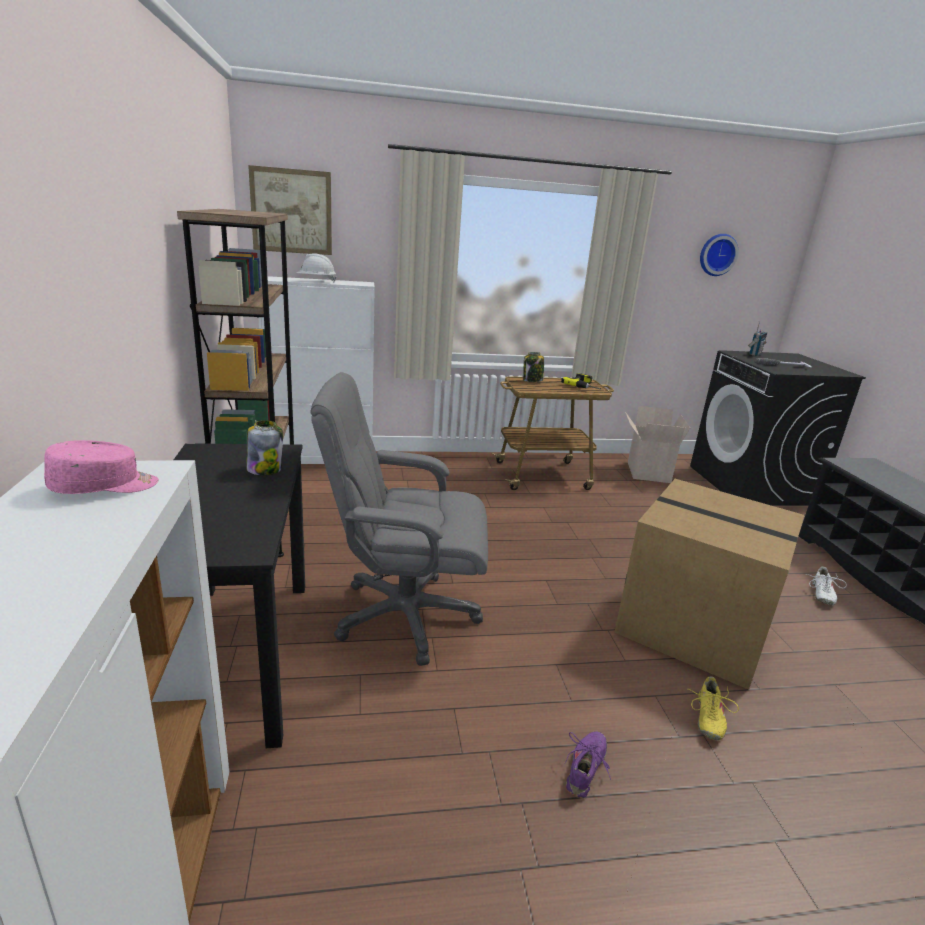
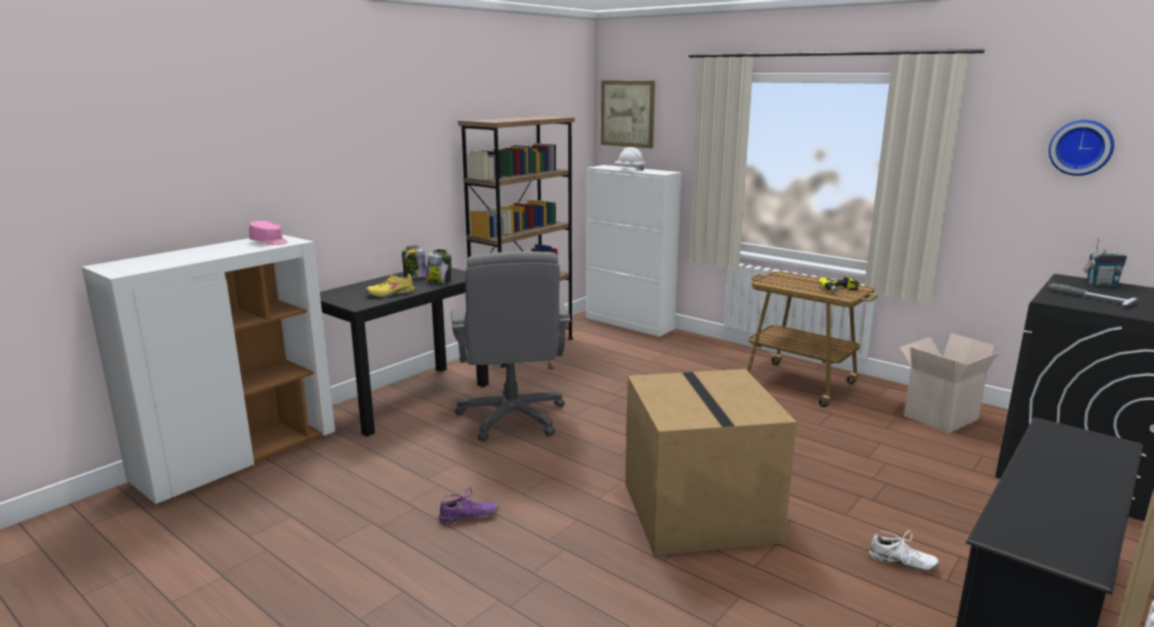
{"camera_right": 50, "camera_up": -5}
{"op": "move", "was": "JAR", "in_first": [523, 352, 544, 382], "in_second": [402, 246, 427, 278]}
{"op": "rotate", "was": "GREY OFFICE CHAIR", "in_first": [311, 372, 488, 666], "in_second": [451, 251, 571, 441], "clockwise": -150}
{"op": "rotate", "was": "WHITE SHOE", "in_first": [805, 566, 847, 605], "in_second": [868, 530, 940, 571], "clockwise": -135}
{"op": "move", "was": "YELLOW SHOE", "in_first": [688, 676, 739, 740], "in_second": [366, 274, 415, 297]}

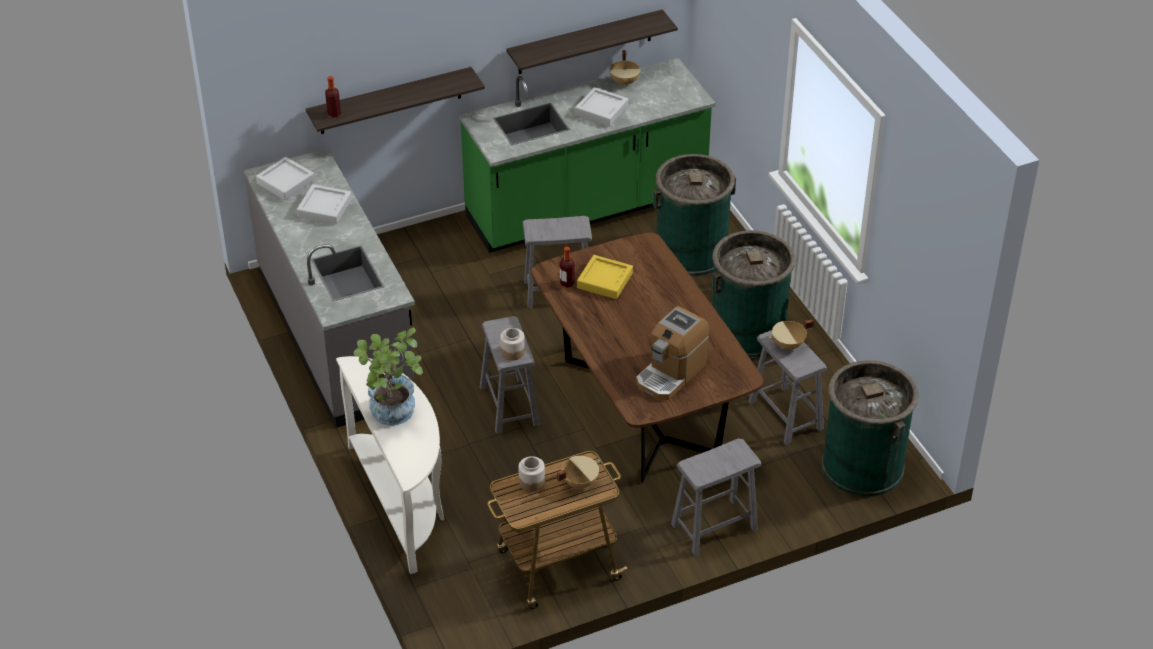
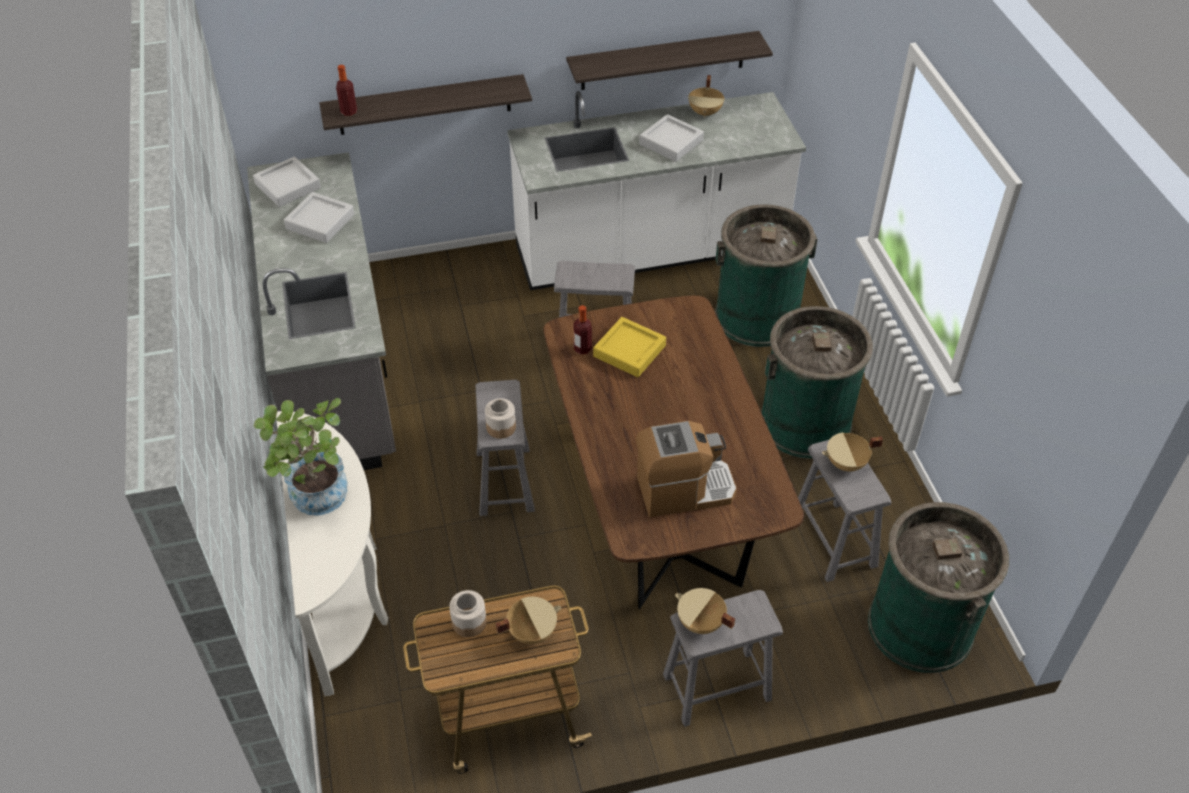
{"camera_right": 10, "camera_up": 5}
{"op": "recolor", "was": "GREEN COUNTER", "now": "WHITE COUNTER", "in_first": [459, 58, 716, 253], "in_second": [507, 91, 806, 290]}
{"op": "rotate", "was": "COFFEE MACHINE", "in_first": [636, 306, 710, 400], "in_second": [636, 421, 737, 517], "clockwise": -150}
{"op": "insert", "now": "BEIGE COOKING POT", "in_second": [675, 588, 735, 634]}

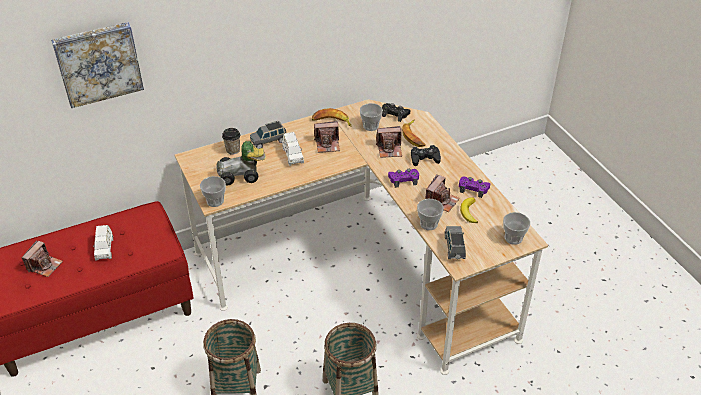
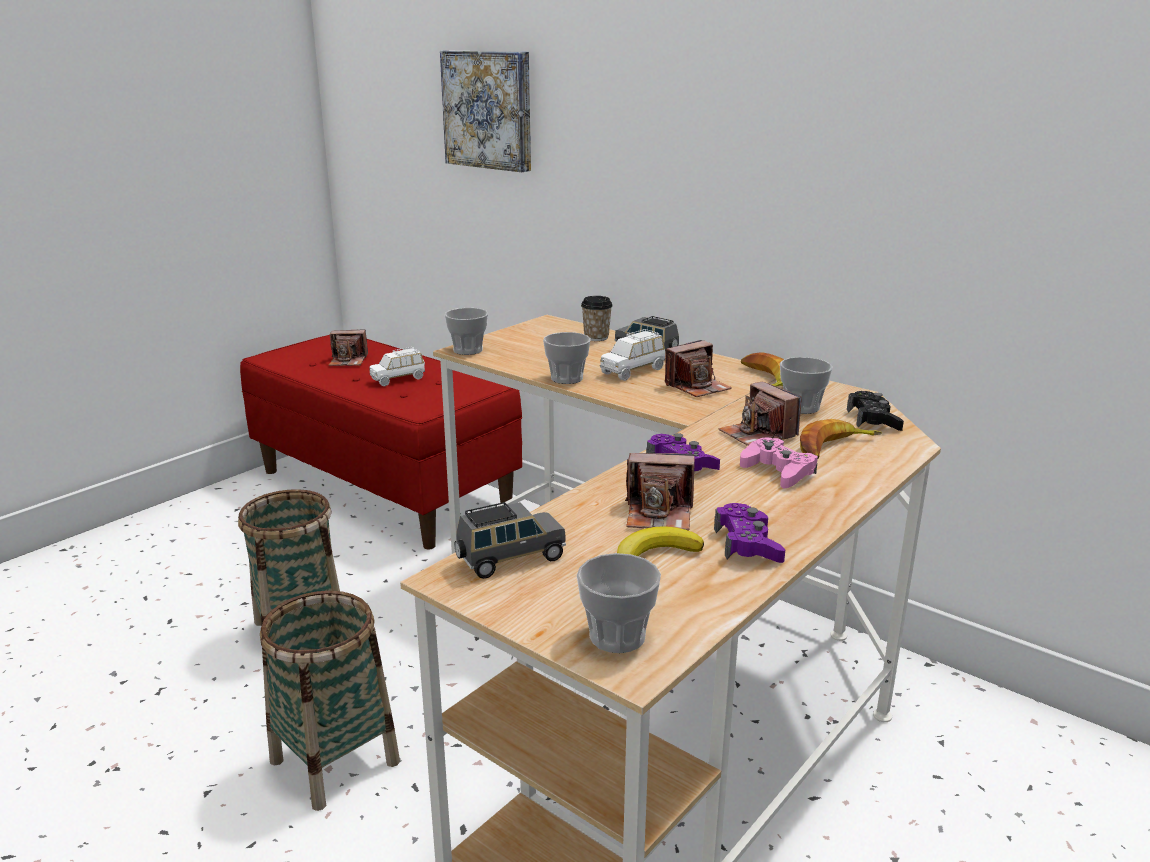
{"camera_right": 65, "camera_up": -20}
{"op": "rotate", "was": "PHOTO CAMERA", "in_first": [314, 121, 340, 153], "in_second": [665, 340, 732, 397], "clockwise": -90}
{"op": "delete", "was": "TOY CAR", "in_first": [216, 141, 266, 185]}
{"op": "recolor", "was": "BLACK GAME CONTROLLER", "now": "PINK GAME CONTROLLER", "in_first": [411, 145, 441, 166], "in_second": [740, 437, 818, 488]}
{"op": "move", "was": "CUP", "in_first": [417, 199, 444, 230], "in_second": [543, 332, 591, 384]}

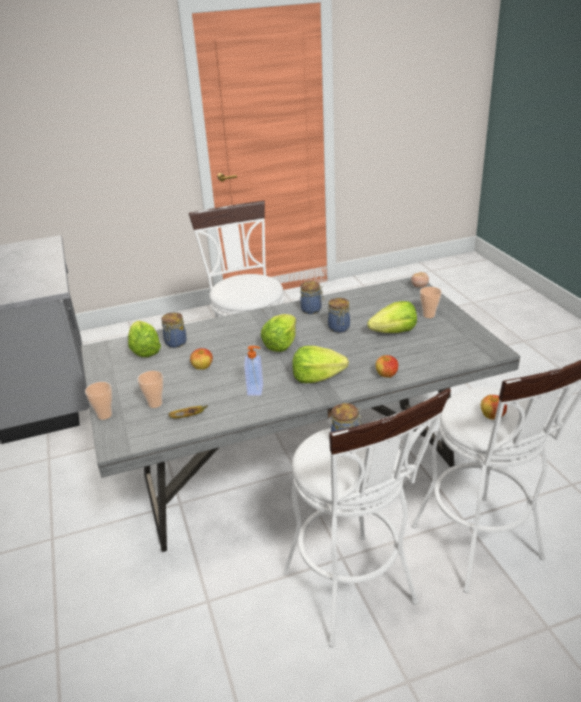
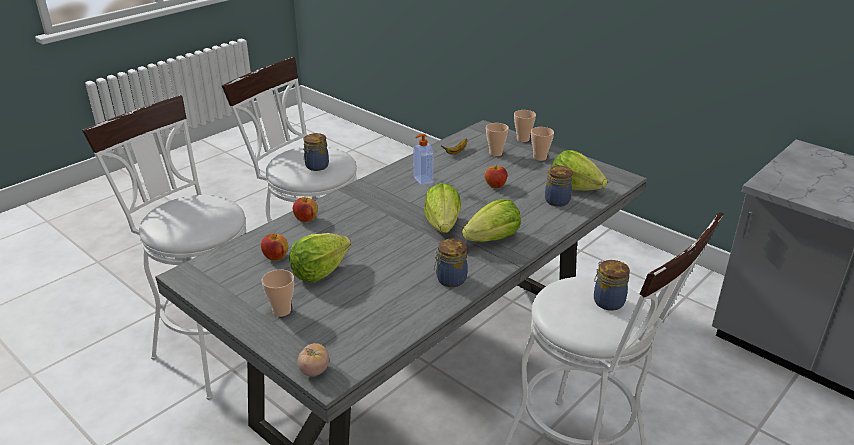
{"camera_right": 150, "camera_up": 0}
{"op": "move", "was": "JAR", "in_first": [328, 298, 350, 333], "in_second": [594, 260, 630, 311]}
{"op": "move", "was": "LETTUCE", "in_first": [292, 346, 349, 383], "in_second": [462, 199, 521, 242]}
{"op": "move", "was": "APPLE", "in_first": [481, 395, 507, 419], "in_second": [261, 234, 288, 261]}
{"op": "insert", "now": "CUP", "in_second": [531, 127, 554, 161]}

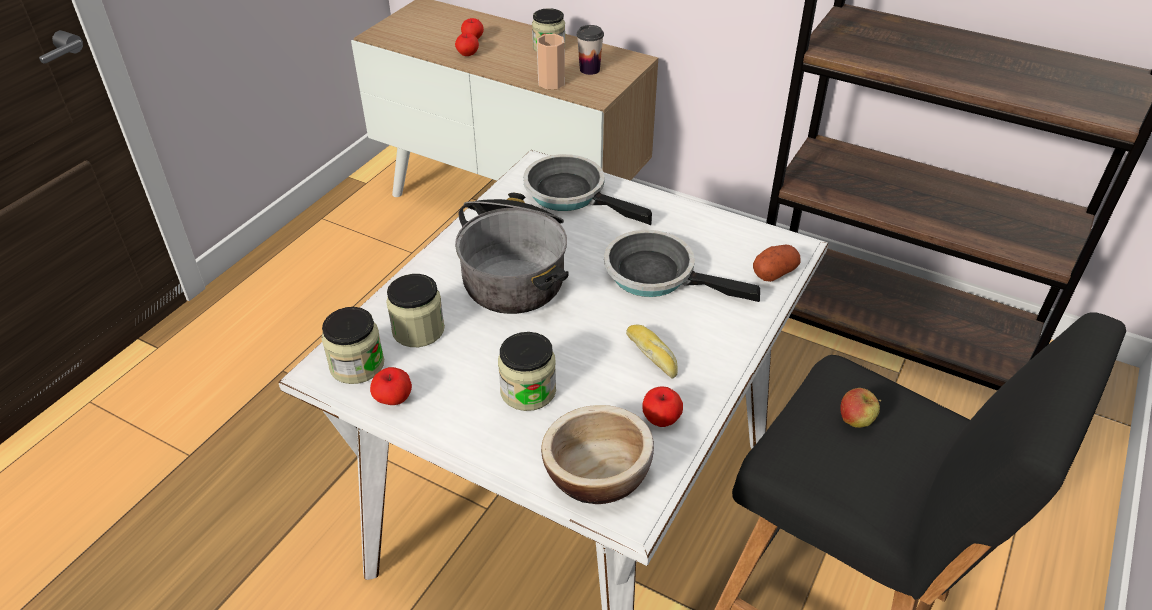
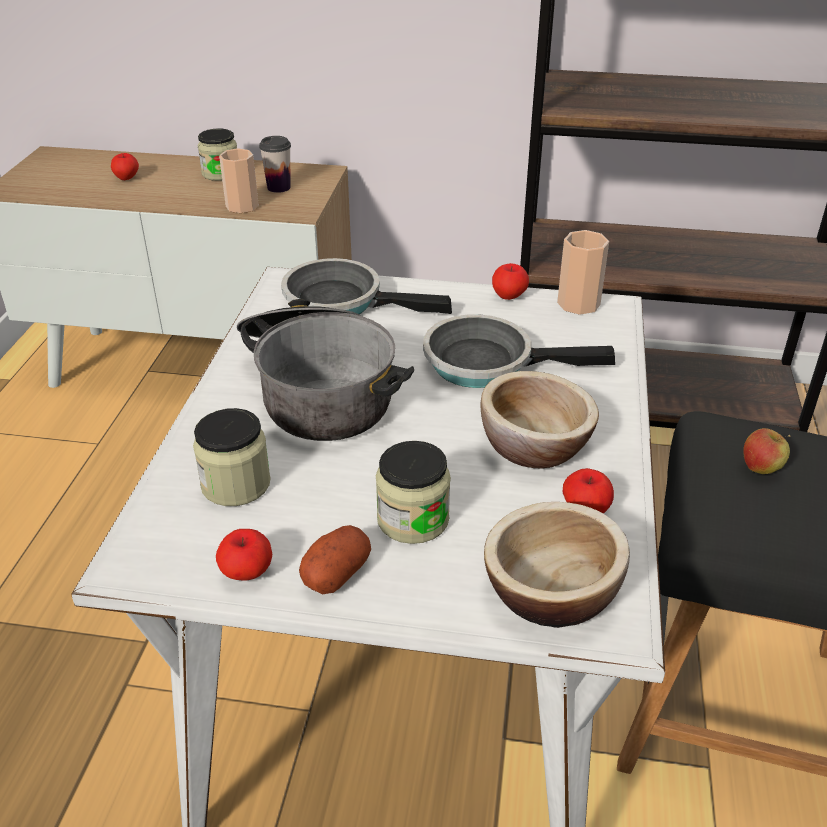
{"camera_right": -20, "camera_up": -5}
{"op": "move", "was": "APPLE", "in_first": [455, 33, 479, 56], "in_second": [492, 263, 529, 300]}
{"op": "move", "was": "POTATO", "in_first": [753, 245, 800, 282], "in_second": [299, 525, 371, 594]}
{"op": "delete", "was": "JAR", "in_first": [321, 307, 384, 384]}
{"op": "replace", "was": "BREAD", "now": "BOWL", "in_first": [626, 324, 677, 378], "in_second": [481, 371, 599, 468]}
{"op": "insert", "now": "CUP", "in_second": [557, 230, 609, 315]}

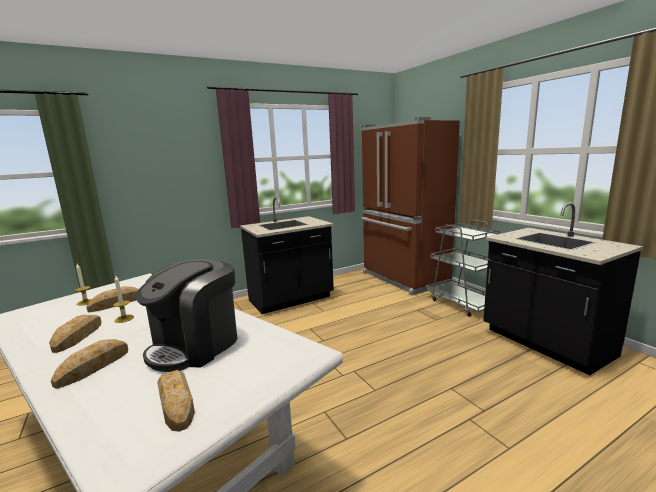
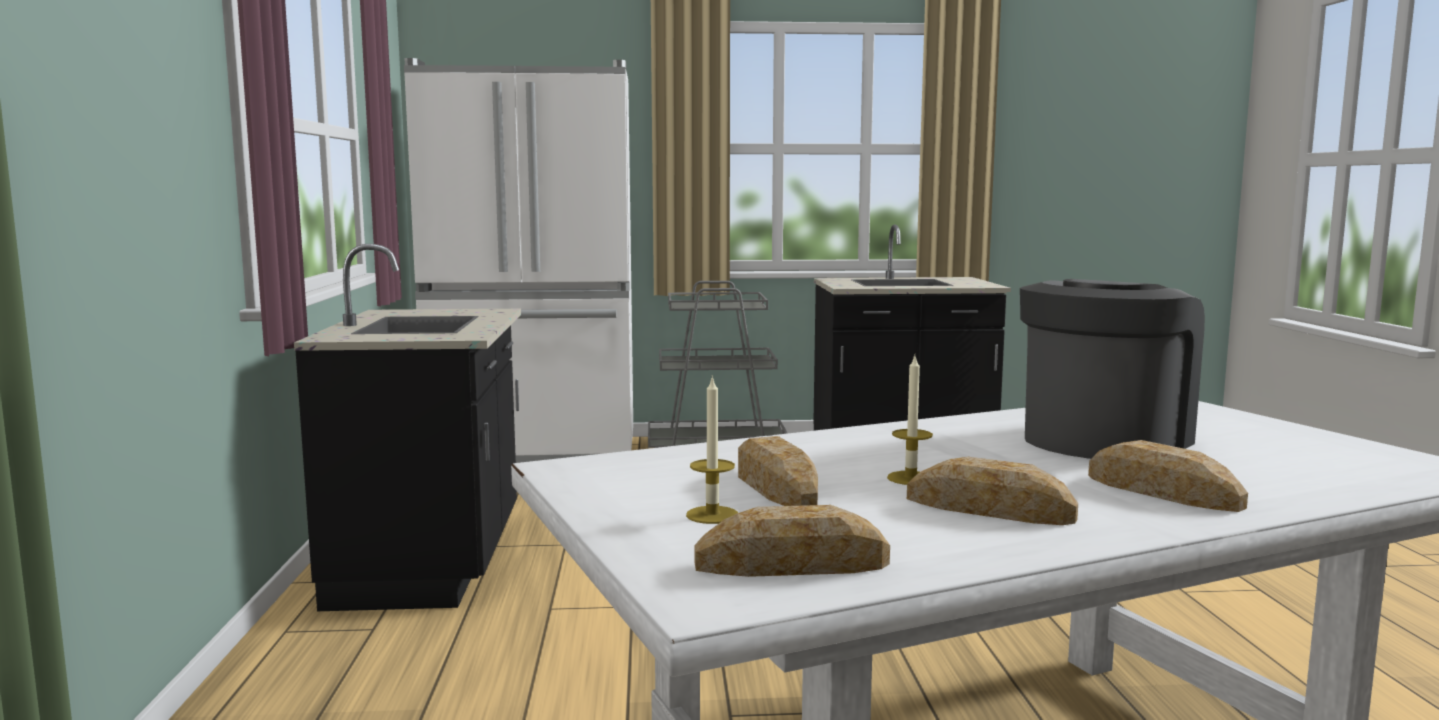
{"camera_right": -65, "camera_up": -5}
{"op": "recolor", "was": "BROWN FRIDGE", "now": "WHITE FRIDGE", "in_first": [361, 117, 460, 295], "in_second": [404, 58, 633, 463]}
{"op": "rotate", "was": "COFFEE MACHINE", "in_first": [135, 259, 237, 372], "in_second": [1020, 279, 1205, 459], "clockwise": -105}
{"op": "move", "was": "BREAD", "in_first": [157, 370, 195, 432], "in_second": [694, 505, 890, 577]}

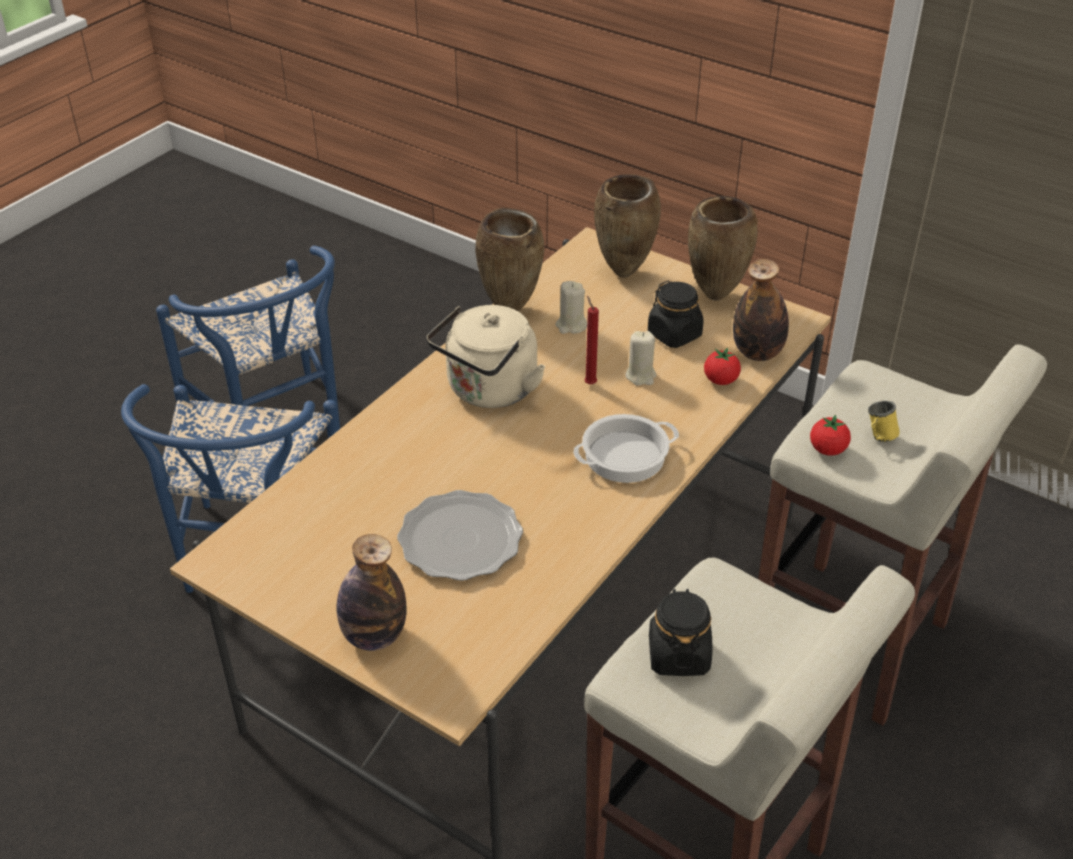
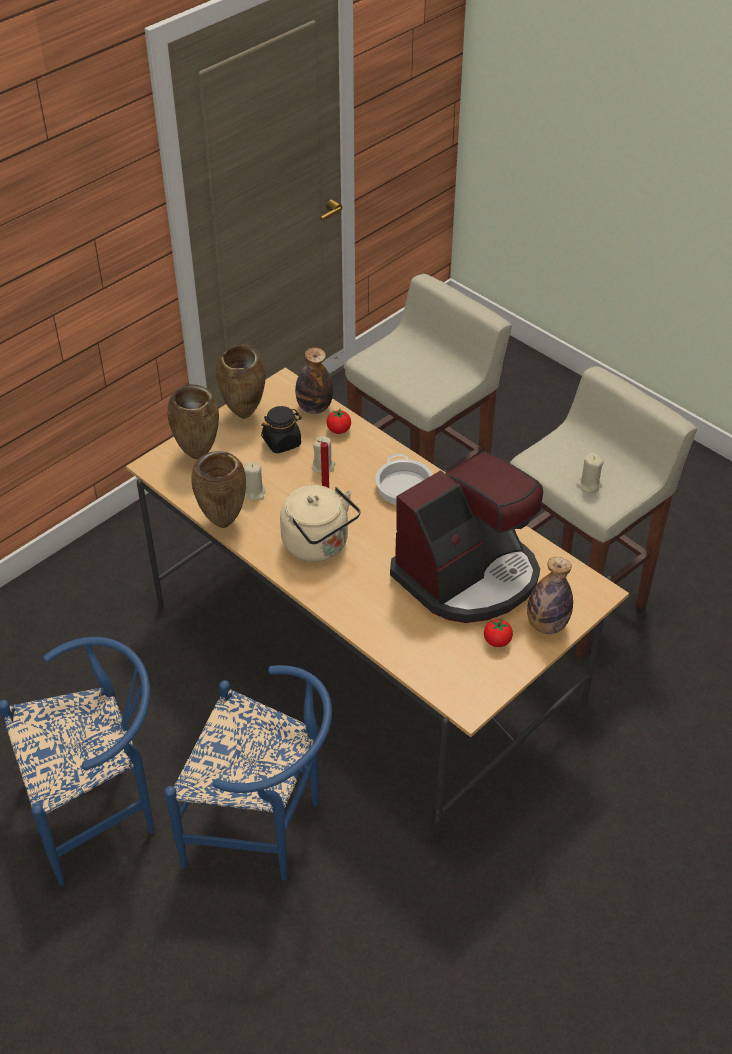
{"camera_right": -80, "camera_up": 5}
{"op": "delete", "was": "YELLOW MUG", "in_first": [868, 401, 899, 442]}
{"op": "move", "was": "TOMATO", "in_first": [810, 415, 851, 456], "in_second": [484, 618, 513, 647]}
{"op": "replace", "was": "PLATE", "now": "COFFEE MACHINE", "in_first": [397, 490, 523, 581], "in_second": [390, 451, 543, 623]}
{"op": "replace", "was": "BLACK JAR", "now": "BEIGE CANDLE", "in_first": [649, 589, 713, 676], "in_second": [576, 453, 604, 493]}

